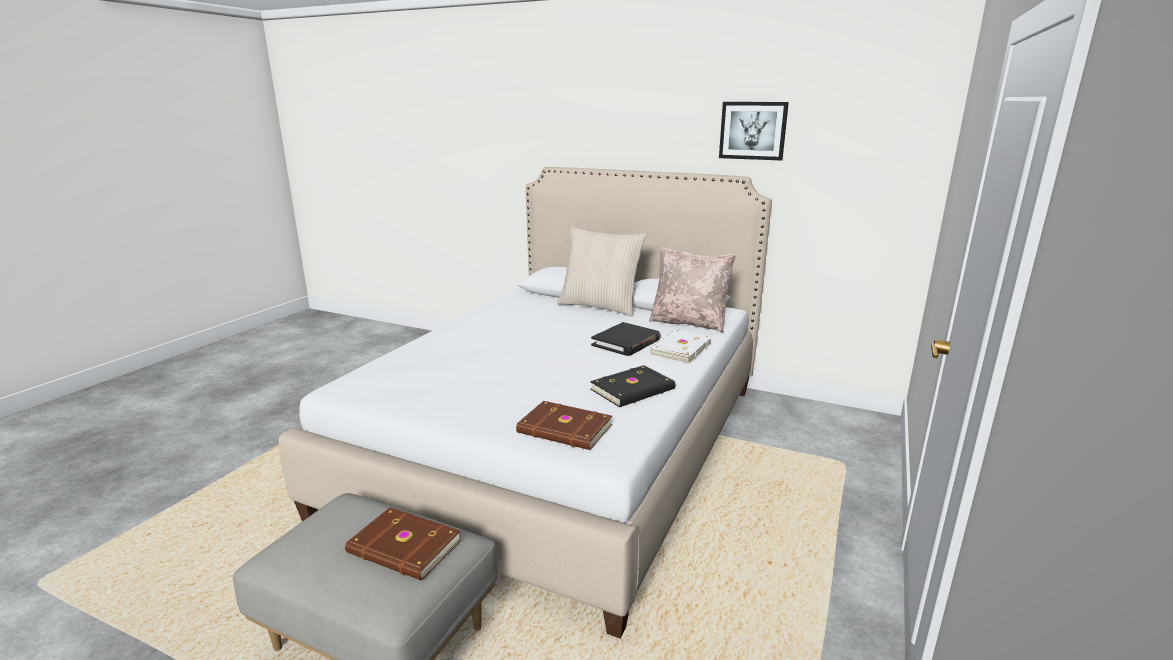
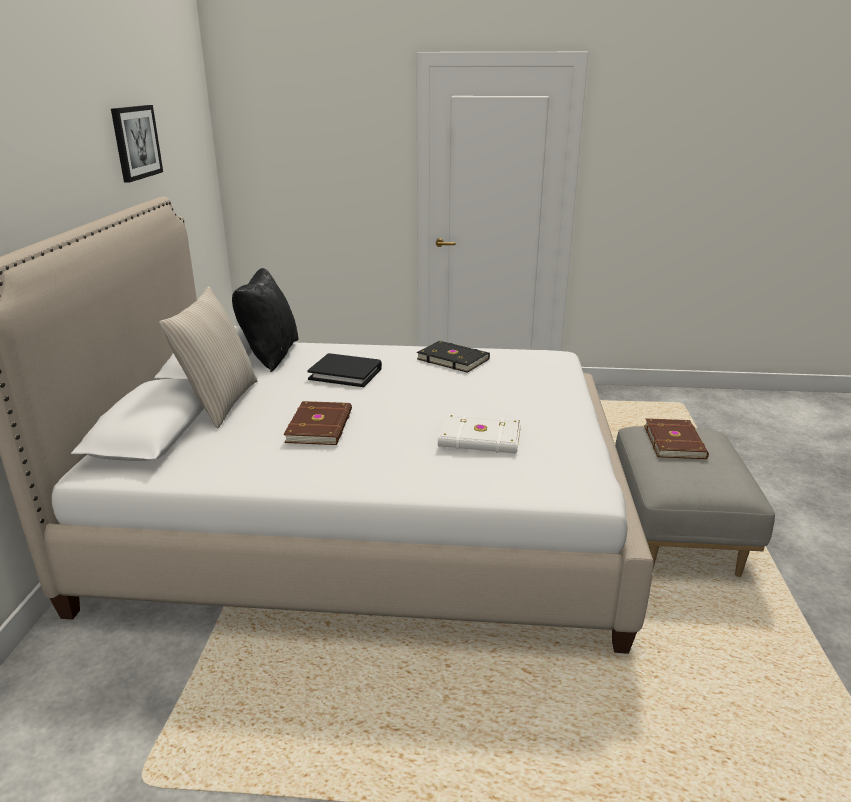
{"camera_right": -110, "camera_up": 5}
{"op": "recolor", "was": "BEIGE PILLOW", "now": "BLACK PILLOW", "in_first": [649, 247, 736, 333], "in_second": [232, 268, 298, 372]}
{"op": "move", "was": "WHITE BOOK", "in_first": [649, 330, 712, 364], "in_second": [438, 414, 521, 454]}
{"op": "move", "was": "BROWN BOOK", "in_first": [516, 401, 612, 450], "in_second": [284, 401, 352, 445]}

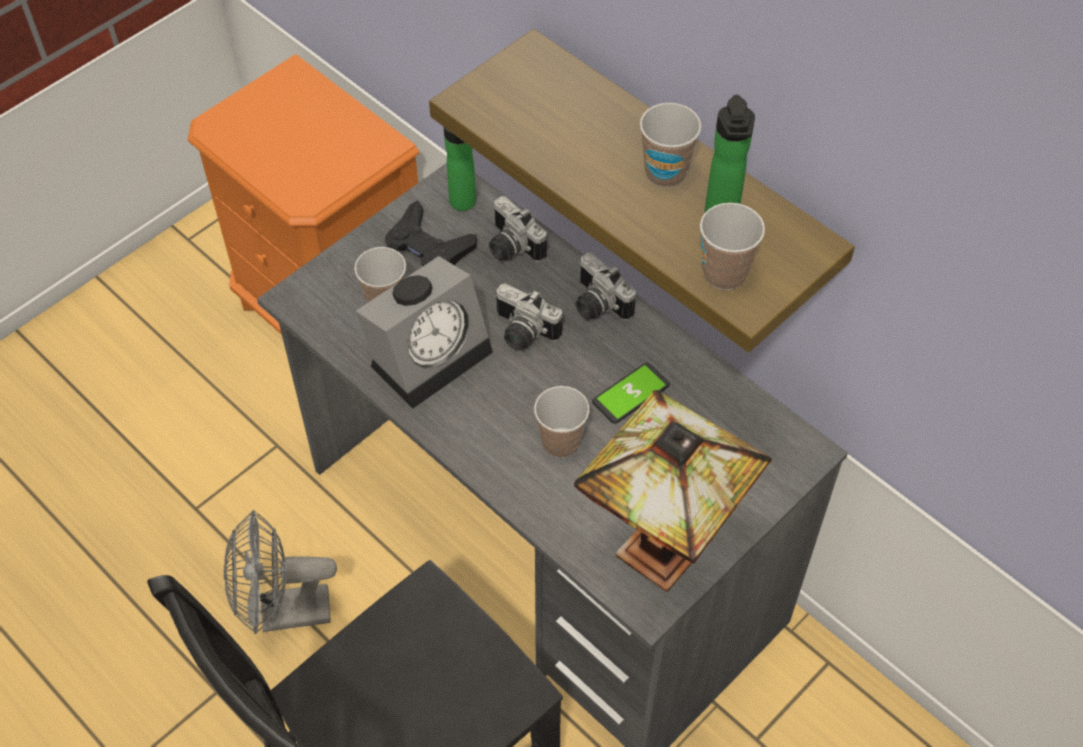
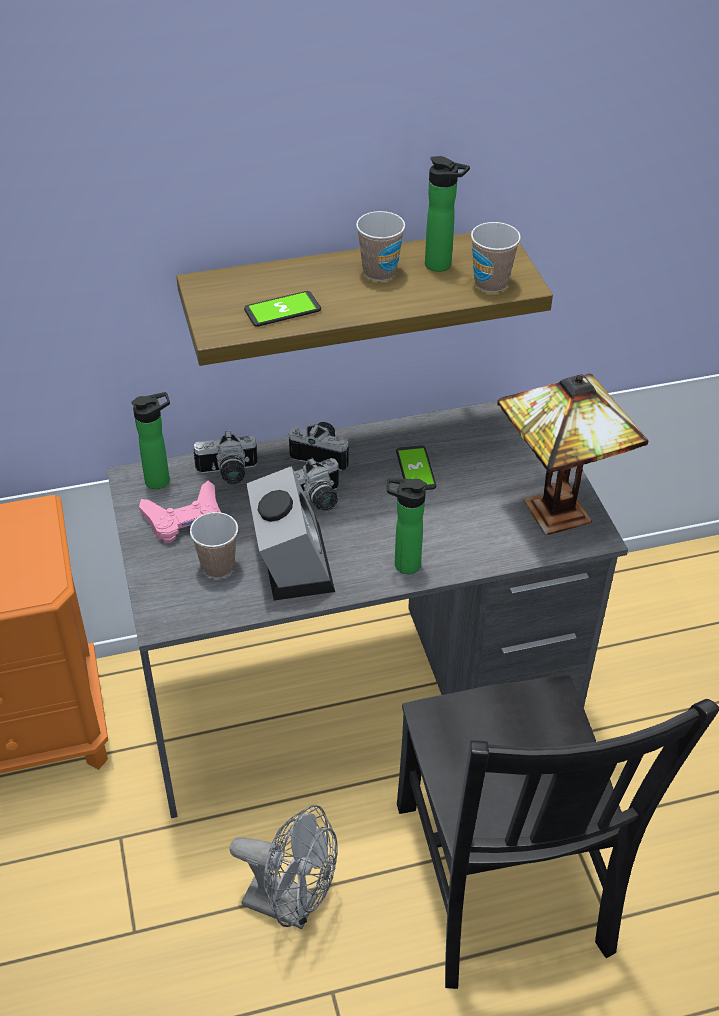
{"camera_right": -60, "camera_up": -10}
{"op": "recolor", "was": "BLACK GAME CONTROLLER", "now": "PINK GAME CONTROLLER", "in_first": [385, 200, 477, 266], "in_second": [139, 481, 221, 543]}
{"op": "rotate", "was": "PHOTO CAMERA", "in_first": [575, 253, 636, 320], "in_second": [289, 422, 349, 471], "clockwise": -150}
{"op": "delete", "was": "CUP", "in_first": [534, 386, 590, 458]}
{"op": "rotate", "was": "GREY FAN", "in_first": [224, 510, 337, 634], "in_second": [230, 805, 338, 929], "clockwise": -90}
{"op": "insert", "now": "PHONE", "in_second": [244, 291, 321, 327]}
{"op": "insert", "now": "BOTTLE", "in_second": [387, 478, 427, 574]}

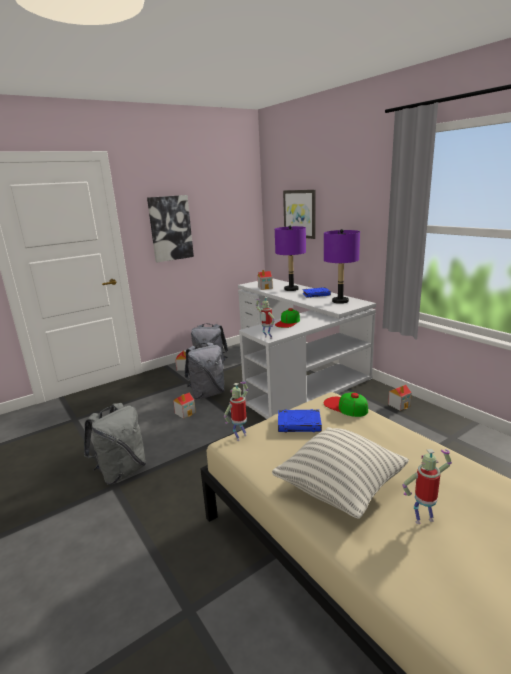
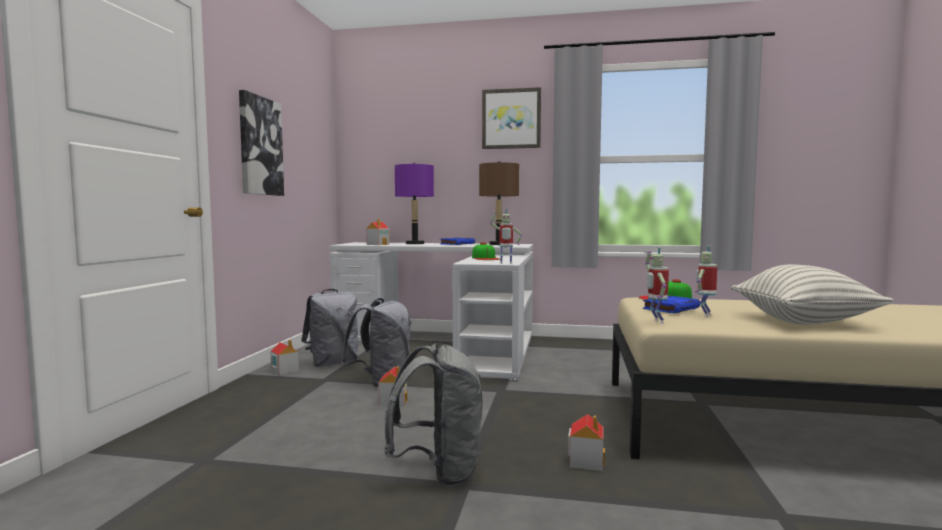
{"camera_right": -45, "camera_up": -15}
{"op": "move", "was": "PICTURE", "in_first": [283, 190, 316, 239], "in_second": [482, 87, 541, 149]}
{"op": "recolor", "was": "PURPLE TABLE LAMP", "now": "BROWN TABLE LAMP", "in_first": [324, 229, 360, 304], "in_second": [479, 161, 519, 245]}
{"op": "move", "was": "TOY HOUSE", "in_first": [388, 385, 412, 411], "in_second": [568, 414, 605, 471]}
{"op": "move", "was": "TOY ROBOT", "in_first": [402, 449, 452, 524], "in_second": [695, 246, 717, 317]}

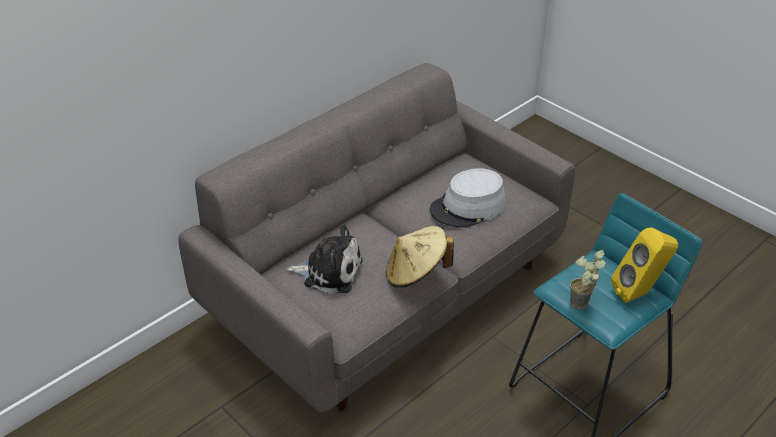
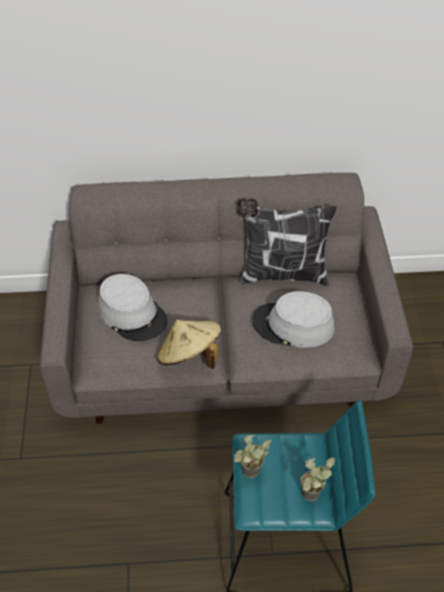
{"camera_right": 40, "camera_up": 10}
{"op": "replace", "was": "PLUSH TOY", "now": "GREY HAT", "in_first": [286, 225, 363, 294], "in_second": [98, 274, 167, 341]}
{"op": "replace", "was": "YELLOW SPEAKER", "now": "POTTED PLANT", "in_first": [611, 227, 678, 303], "in_second": [300, 457, 335, 501]}
{"op": "insert", "now": "PILLOW", "in_second": [237, 198, 337, 286]}

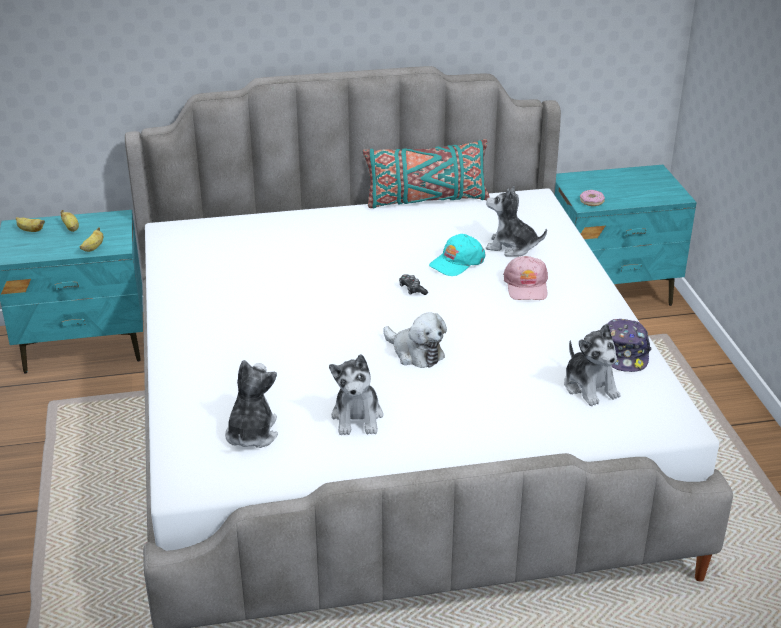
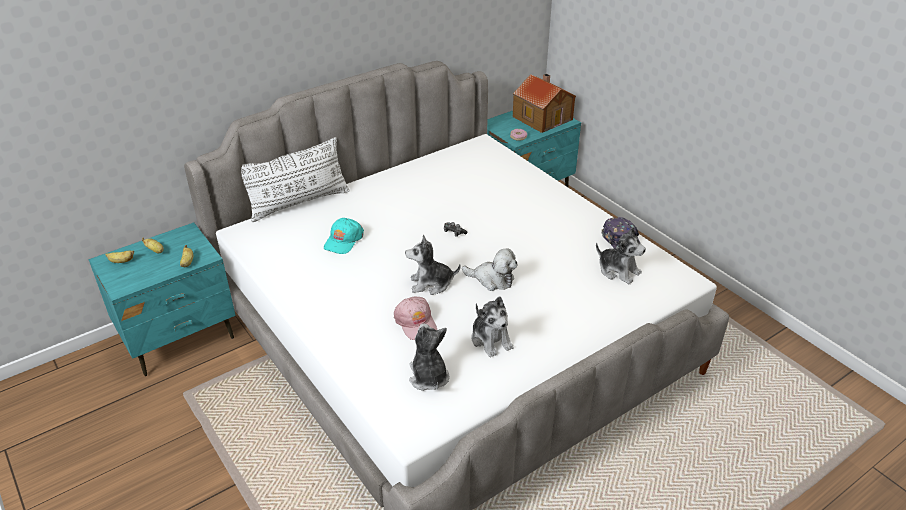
{"camera_right": -25, "camera_up": 5}
{"op": "delete", "was": "TURQUOISE PILLOW", "in_first": [363, 139, 490, 209]}
{"op": "move", "was": "PLUSH TOY", "in_first": [486, 186, 547, 257], "in_second": [405, 235, 461, 295]}
{"op": "move", "was": "TURQUOISE CAP", "in_first": [429, 234, 486, 276], "in_second": [324, 218, 364, 254]}
{"op": "move", "was": "PINK CAP", "in_first": [503, 256, 548, 300], "in_second": [394, 297, 437, 340]}
{"op": "insert", "now": "TOY HOUSE", "in_second": [513, 74, 576, 133]}
{"op": "insert", "now": "WHITE PILLOW", "in_second": [241, 137, 350, 222]}

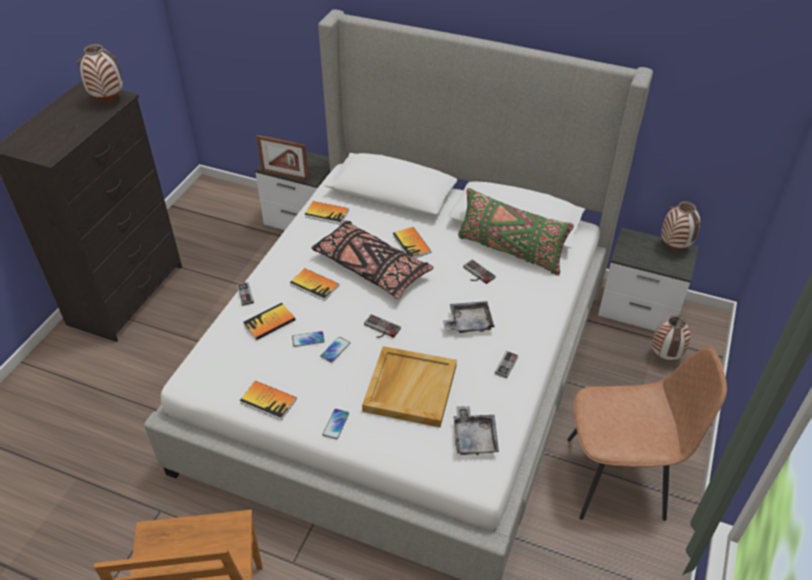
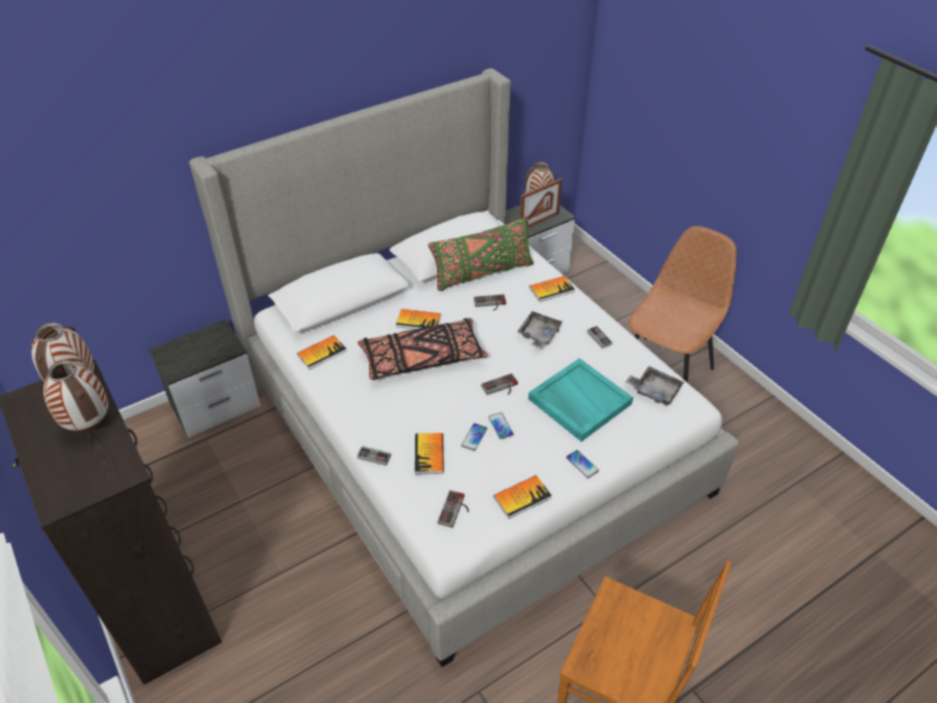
{"camera_right": -55, "camera_up": 0}
{"op": "move", "was": "PICTURE FRAME", "in_first": [256, 135, 309, 181], "in_second": [520, 178, 562, 228]}
{"op": "move", "was": "BOOK", "in_first": [290, 268, 339, 301], "in_second": [529, 276, 575, 302]}
{"op": "move", "was": "VASE", "in_first": [652, 315, 691, 361], "in_second": [43, 360, 108, 431]}
{"op": "recolor", "was": "BEIGE TRAY", "now": "TURQUOISE TRAY", "in_first": [362, 346, 457, 427], "in_second": [528, 358, 633, 442]}
{"op": "insert", "now": "GAME CONTROLLER", "in_second": [438, 490, 469, 528]}

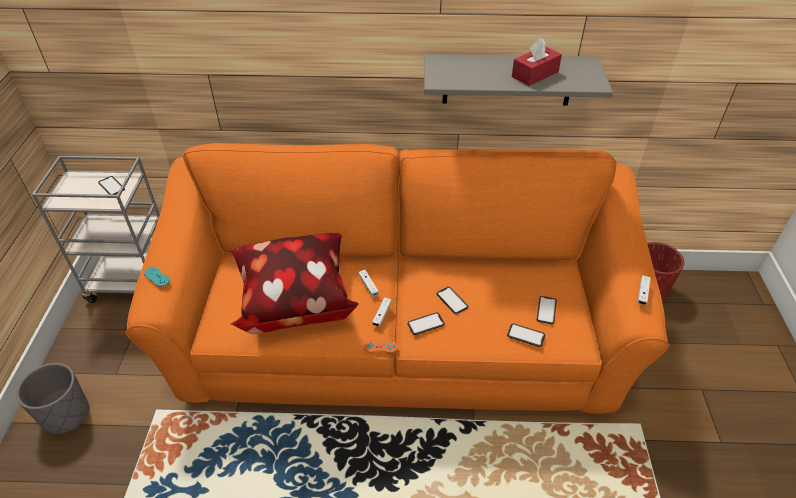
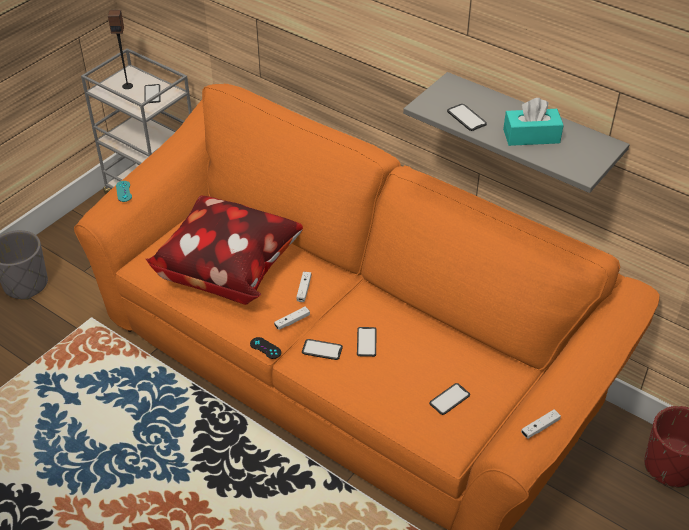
{"camera_right": 35, "camera_up": 0}
{"op": "recolor", "was": "RED TISSUE BOX", "now": "TURQUOISE TISSUE BOX", "in_first": [512, 37, 562, 86], "in_second": [503, 98, 564, 146]}
{"op": "move", "was": "PHONE", "in_first": [507, 323, 545, 347], "in_second": [447, 104, 487, 131]}
{"op": "recolor", "was": "ORANGE GAME CONTROLLER", "now": "BLACK GAME CONTROLLER", "in_first": [364, 340, 397, 353], "in_second": [250, 337, 281, 359]}
{"op": "insert", "now": "SPEAKER", "in_second": [108, 10, 133, 89]}

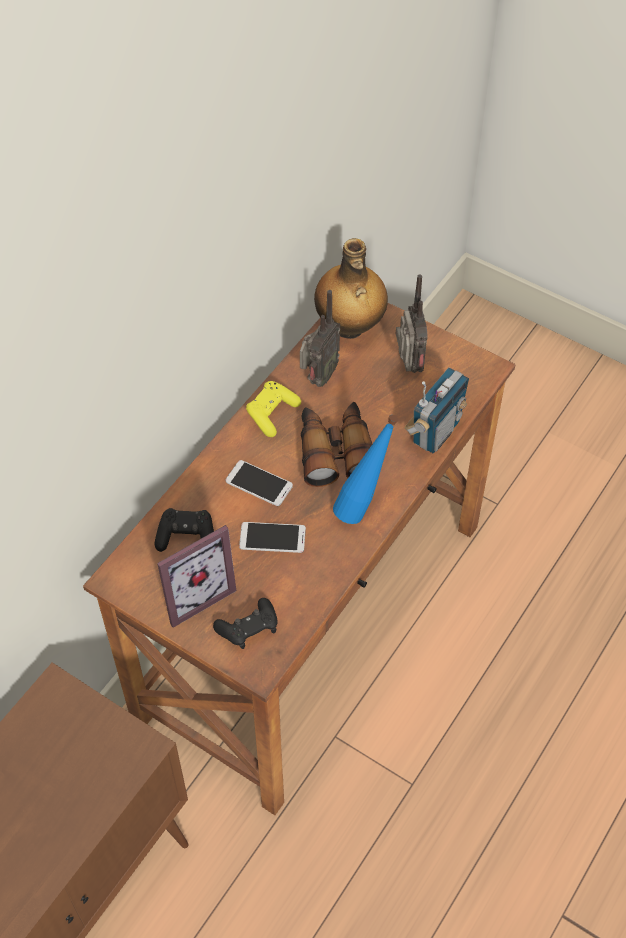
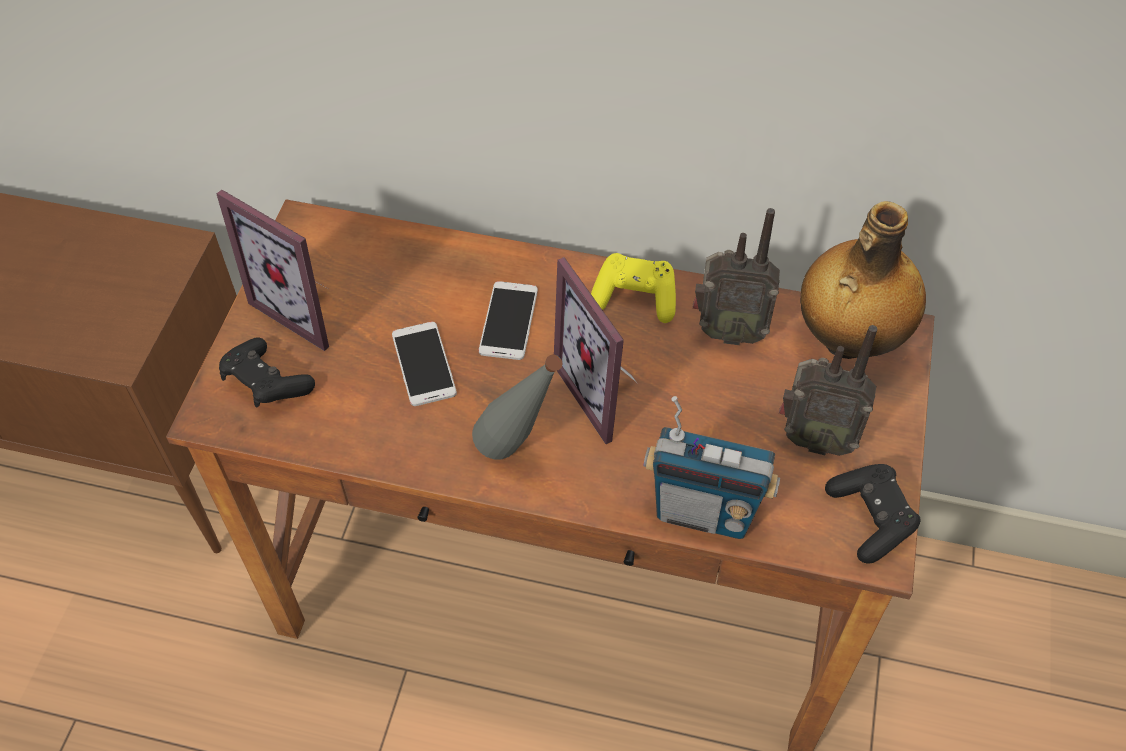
{"camera_right": 70, "camera_up": 0}
{"op": "rotate", "was": "RADIO", "in_first": [396, 275, 428, 373], "in_second": [779, 325, 877, 456], "clockwise": 45}
{"op": "replace", "was": "BINOCULARS", "now": "PICTURE FRAME", "in_first": [301, 402, 372, 487], "in_second": [554, 257, 637, 444]}
{"op": "recolor", "was": "BLUE BOTTLE", "now": "GREY BOTTLE", "in_first": [333, 415, 399, 524], "in_second": [472, 355, 562, 459]}
{"op": "move", "was": "BLACK GAME CONTROLLER", "in_first": [155, 508, 214, 552], "in_second": [825, 464, 921, 563]}

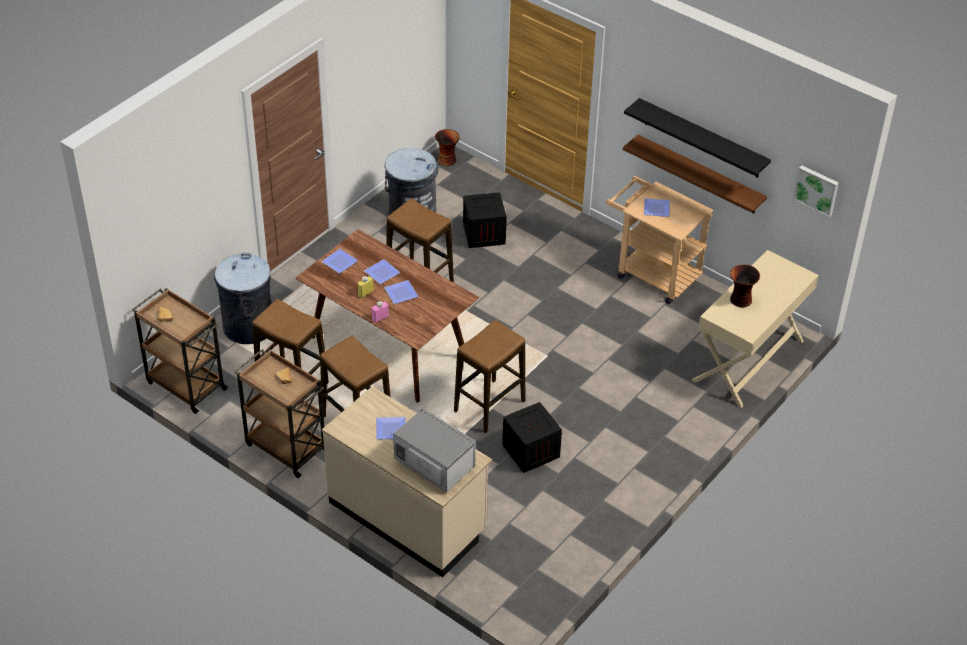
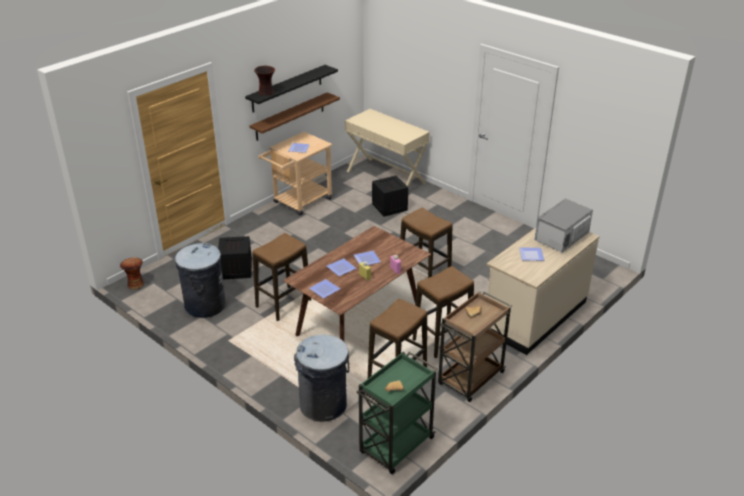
{"camera_right": -85, "camera_up": -10}
{"op": "delete", "was": "PICTURE", "in_first": [793, 165, 839, 217]}
{"op": "move", "was": "VASE", "in_first": [730, 264, 760, 308], "in_second": [254, 66, 275, 96]}
{"op": "recolor", "was": "BROWN CART", "now": "GREEN CART", "in_first": [132, 288, 228, 414], "in_second": [356, 352, 438, 474]}
{"op": "move", "was": "CRATE", "in_first": [502, 402, 562, 473], "in_second": [372, 176, 408, 216]}

